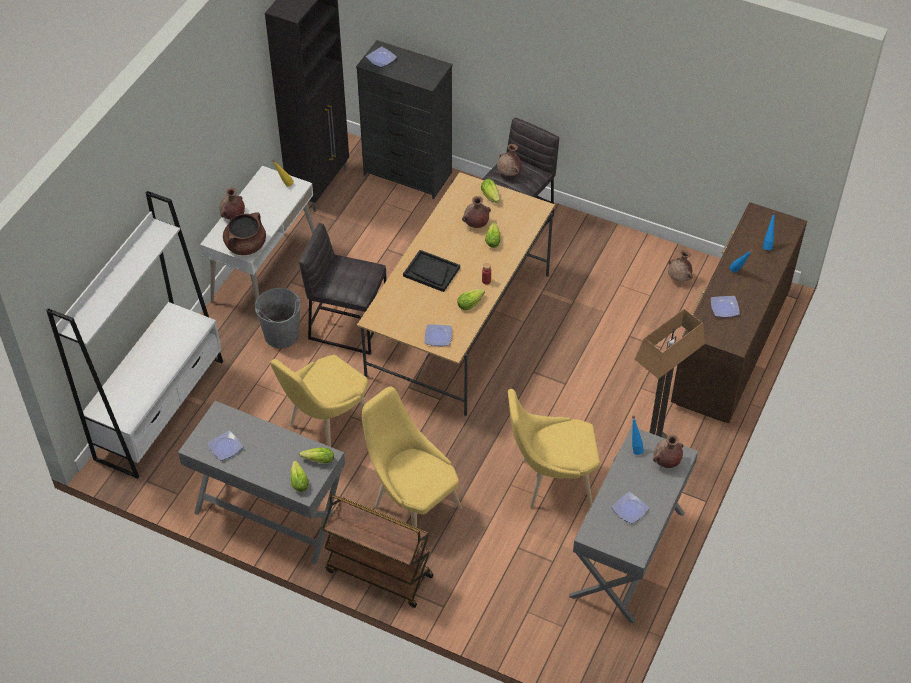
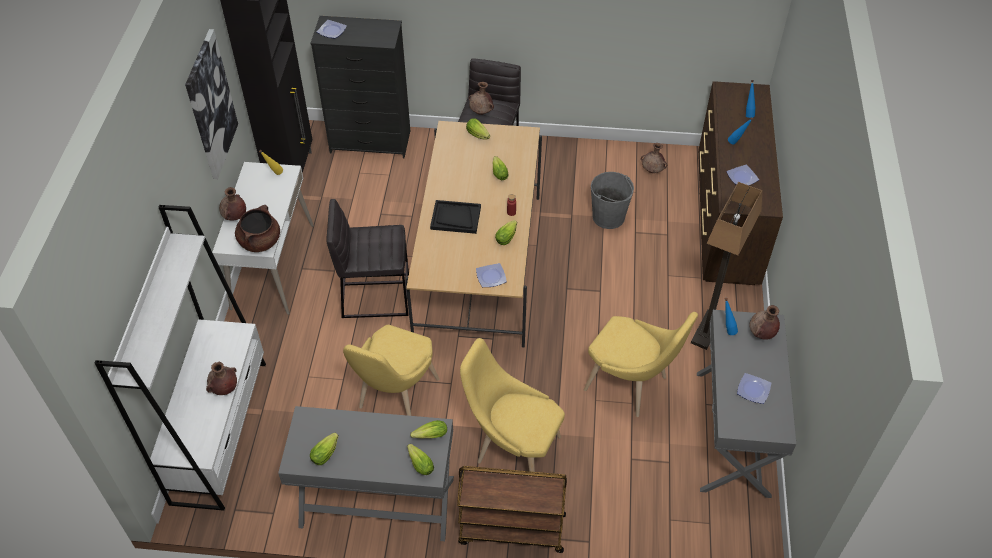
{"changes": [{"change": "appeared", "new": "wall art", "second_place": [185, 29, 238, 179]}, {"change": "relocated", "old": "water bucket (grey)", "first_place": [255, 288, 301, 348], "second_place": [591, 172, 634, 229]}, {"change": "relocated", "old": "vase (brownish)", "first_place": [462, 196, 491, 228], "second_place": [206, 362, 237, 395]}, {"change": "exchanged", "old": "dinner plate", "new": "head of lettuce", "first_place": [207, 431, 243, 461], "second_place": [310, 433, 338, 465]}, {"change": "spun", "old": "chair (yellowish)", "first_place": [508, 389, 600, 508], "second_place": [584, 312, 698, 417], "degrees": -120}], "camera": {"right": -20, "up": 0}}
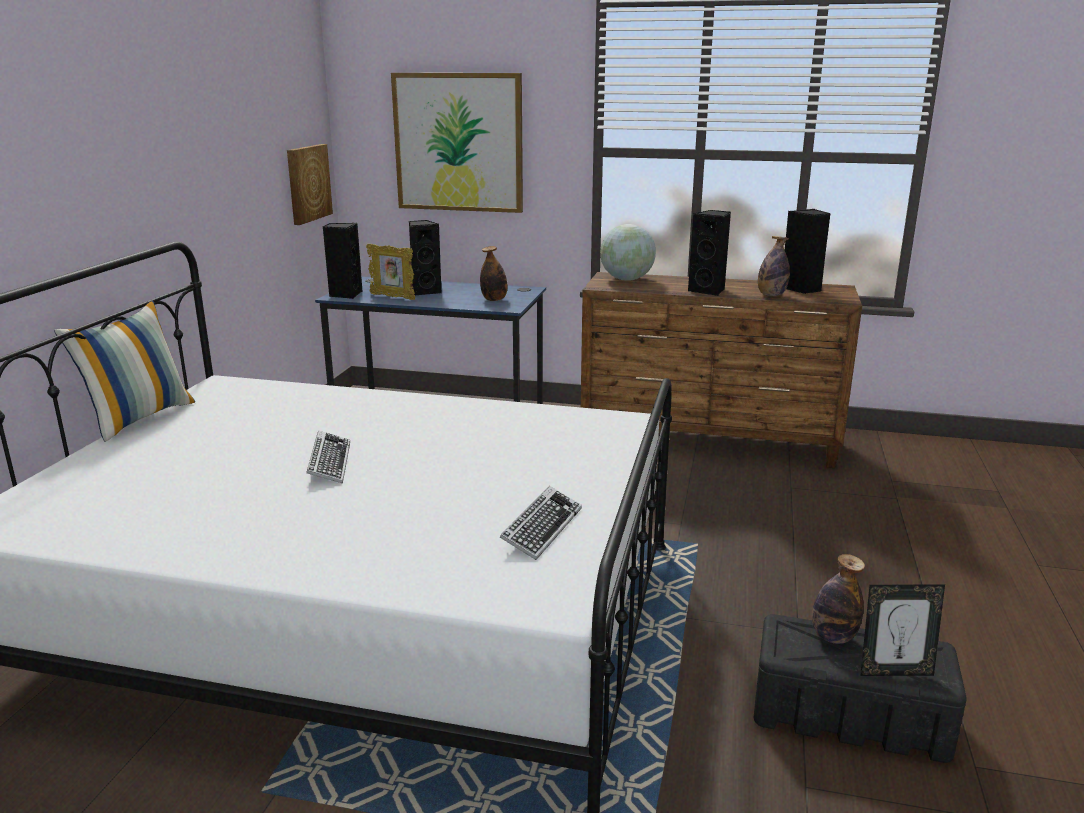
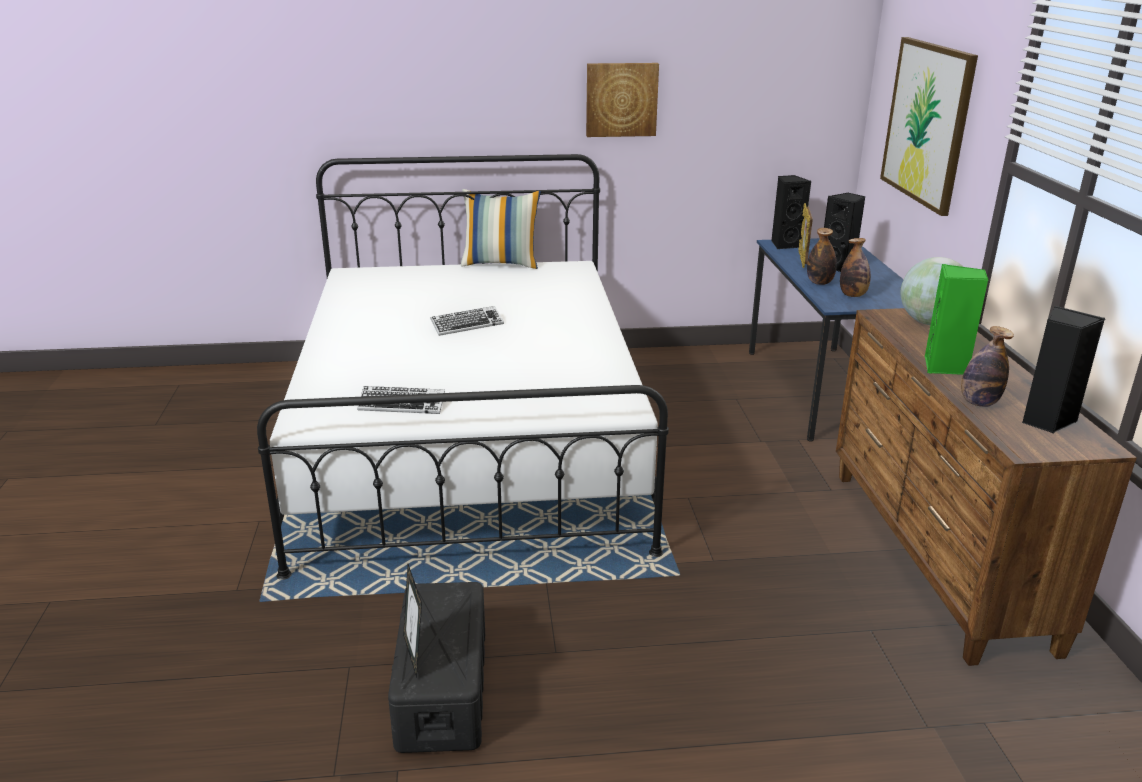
{"changes": [{"change": "relocated", "old": "wall art", "first_place": [287, 144, 333, 225], "second_place": [586, 63, 659, 137]}, {"change": "relocated", "old": "drink bottle", "first_place": [812, 554, 865, 644], "second_place": [807, 228, 837, 285]}, {"change": "colour", "old": "loudspeaker (blackish)", "new": "loudspeaker (greenish)", "first_place": [688, 210, 731, 296], "second_place": [925, 264, 988, 375]}], "camera": {"right": 70, "up": 5}}
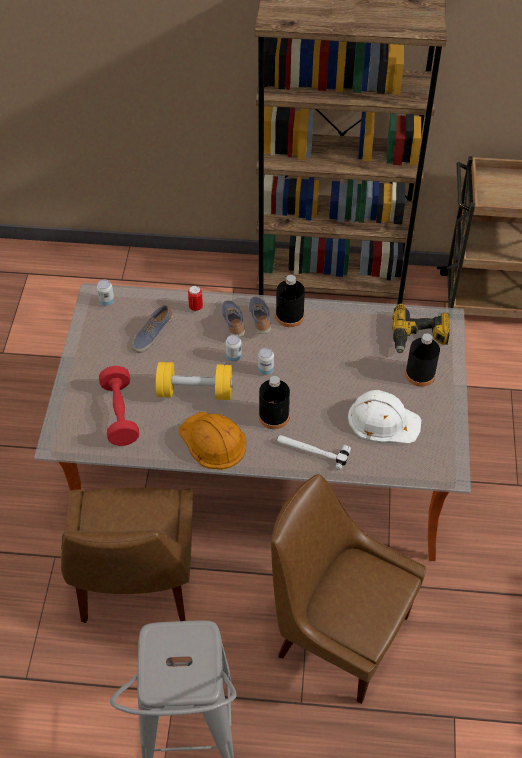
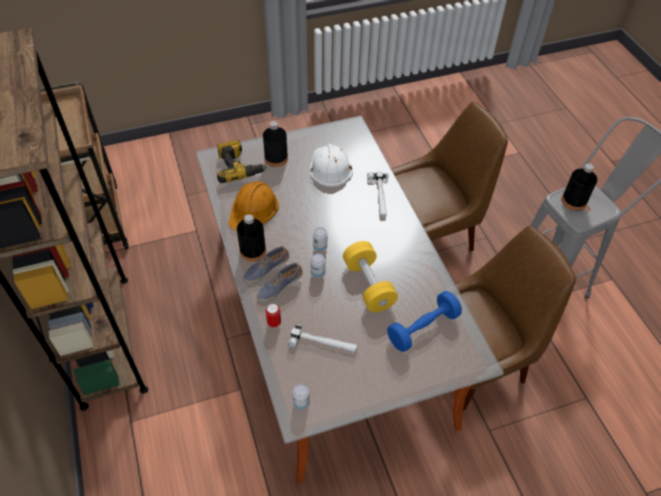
{"changes": [{"change": "relocated", "old": "work helmet (orange)", "first_place": [179, 412, 246, 469], "second_place": [228, 181, 279, 231]}, {"change": "relocated", "old": "drink bottle (blackish)", "first_place": [259, 376, 290, 429], "second_place": [561, 164, 598, 211]}, {"change": "exchanged", "old": "low shoe", "new": "tool hammer", "first_place": [132, 305, 173, 353], "second_place": [288, 324, 358, 352]}, {"change": "colour", "old": "dumbbell (red)", "new": "dumbbell (bluish)", "first_place": [99, 366, 139, 446], "second_place": [387, 291, 462, 352]}, {"change": "spun", "old": "chair (brownish)", "first_place": [271, 474, 426, 704], "second_place": [391, 102, 508, 251], "degrees": -120}], "camera": {"right": -115, "up": 0}}
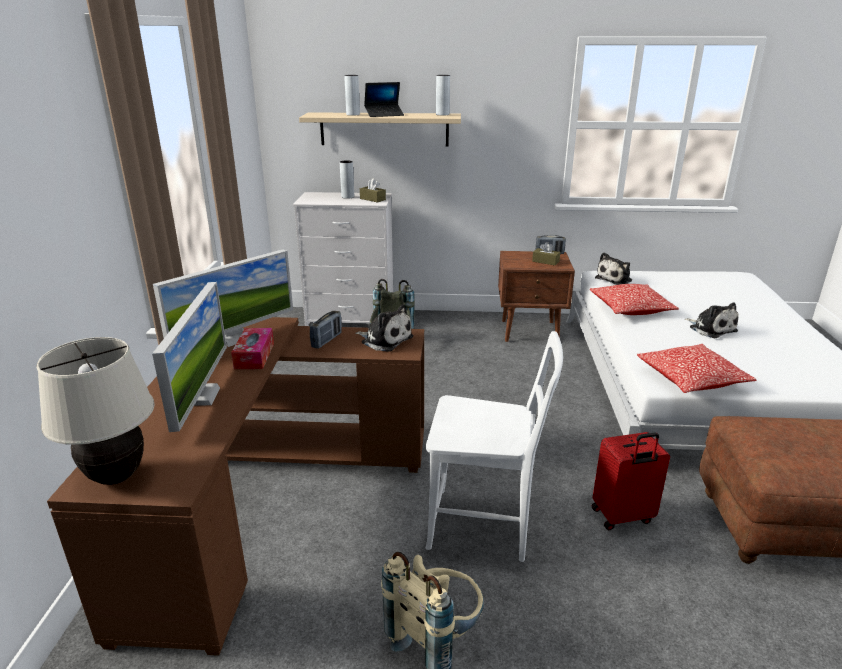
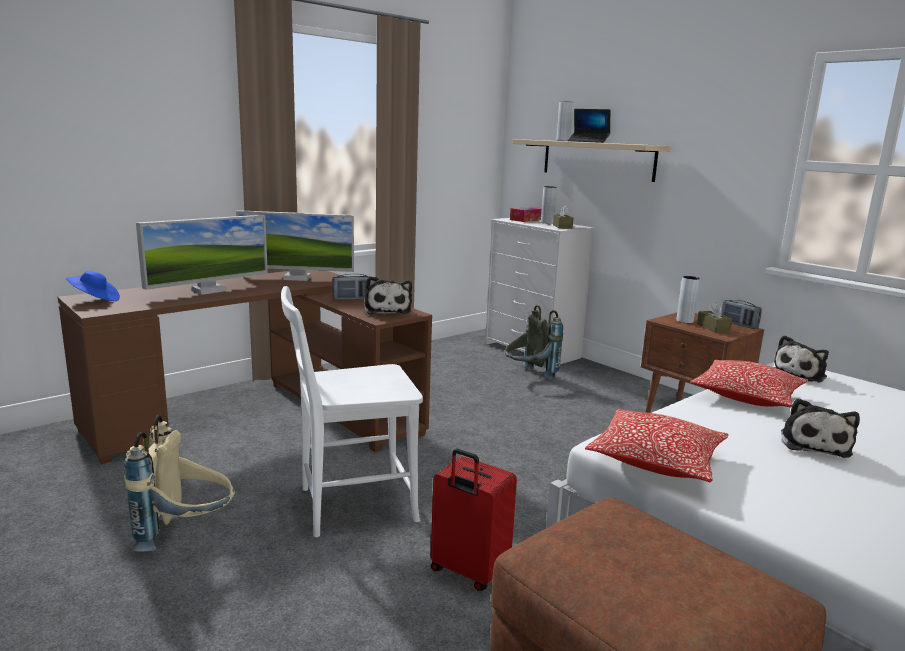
{"changes": [{"change": "relocated", "old": "tissue box", "first_place": [231, 328, 274, 369], "second_place": [510, 207, 542, 222]}, {"change": "relocated", "old": "vase (grey)", "first_place": [436, 75, 450, 115], "second_place": [676, 276, 700, 323]}, {"change": "exchanged", "old": "lamp for a table (beige-coloured)", "new": "wearable hat (bluish)", "first_place": [37, 337, 155, 485], "second_place": [66, 271, 120, 301]}, {"change": "spun", "old": "chair (white)", "first_place": [426, 331, 563, 562], "second_place": [281, 286, 423, 537], "degrees": 105}, {"change": "spun", "old": "plush toy", "first_place": [595, 253, 632, 285], "second_place": [774, 335, 829, 382], "degrees": -45}], "camera": {"right": 45, "up": -10}}
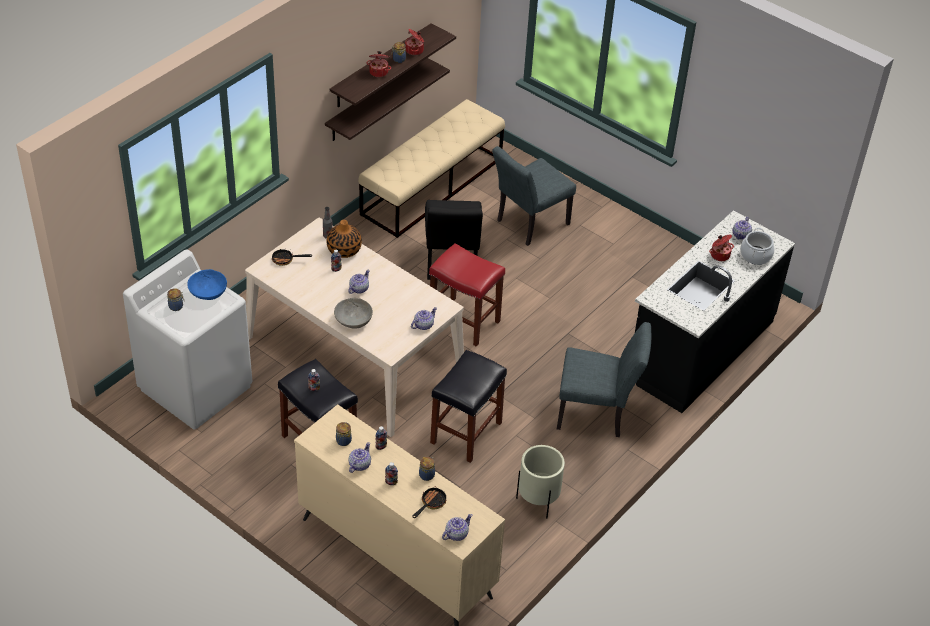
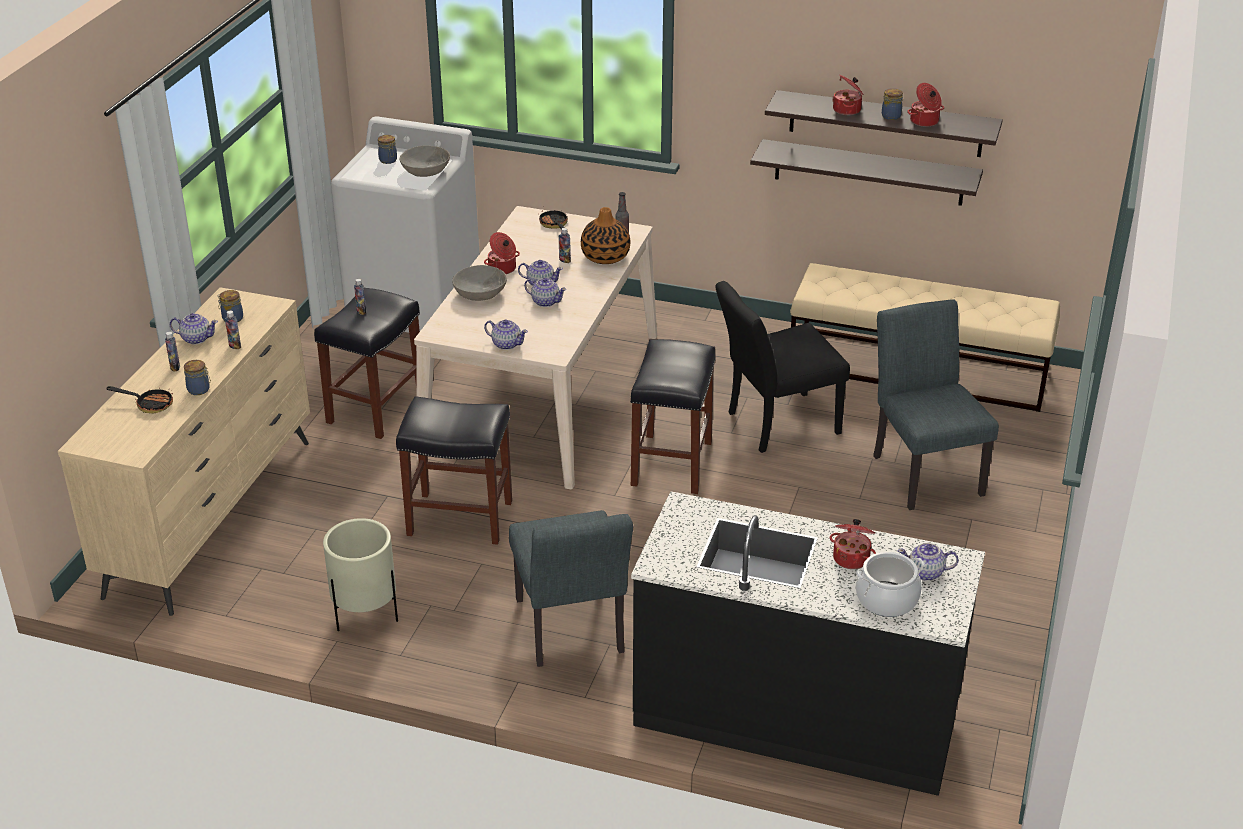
{"changes": [{"change": "appeared", "new": "cooking pot", "second_place": [484, 232, 520, 274]}, {"change": "relocated", "old": "tea pot", "first_place": [442, 514, 472, 541], "second_place": [524, 278, 566, 307]}, {"change": "colour", "old": "bowl (bluish)", "new": "bowl (grey)", "first_place": [187, 269, 227, 300], "second_place": [400, 145, 450, 177]}, {"change": "colour", "old": "sitting stool (red)", "new": "sitting stool (blackish)", "first_place": [429, 243, 505, 347], "second_place": [630, 339, 716, 494]}, {"change": "spun", "old": "chair (grey)", "first_place": [492, 146, 576, 246], "second_place": [873, 299, 999, 510], "degrees": 45}], "camera": {"right": 70, "up": -10}}
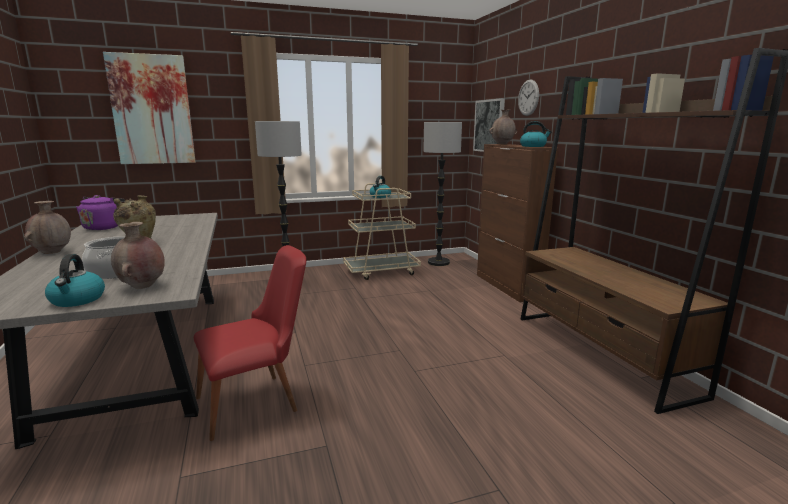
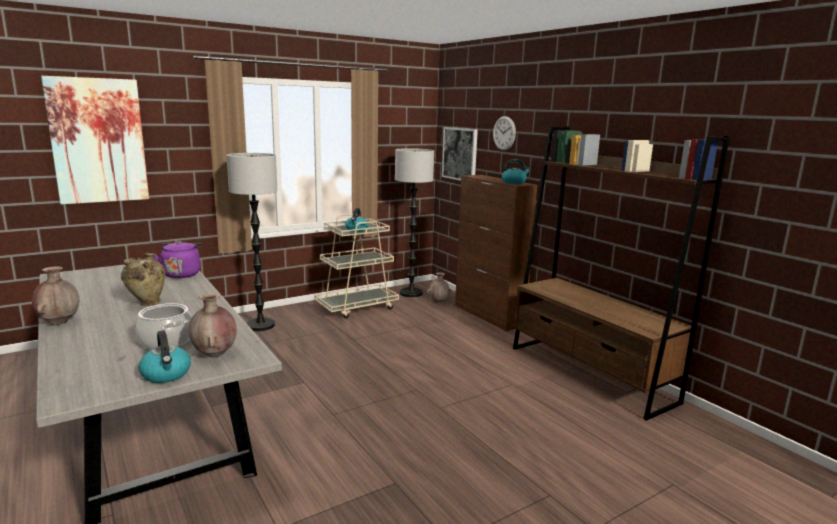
{"changes": [{"change": "missing", "old": "chair (red)", "first_place": [194, 245, 306, 441]}, {"change": "relocated", "old": "tea kettle (purplish)", "first_place": [76, 195, 125, 230], "second_place": [154, 241, 202, 278]}, {"change": "relocated", "old": "vase (brownish)", "first_place": [489, 110, 517, 145], "second_place": [427, 272, 451, 303]}], "camera": {"right": -15, "up": 0}}
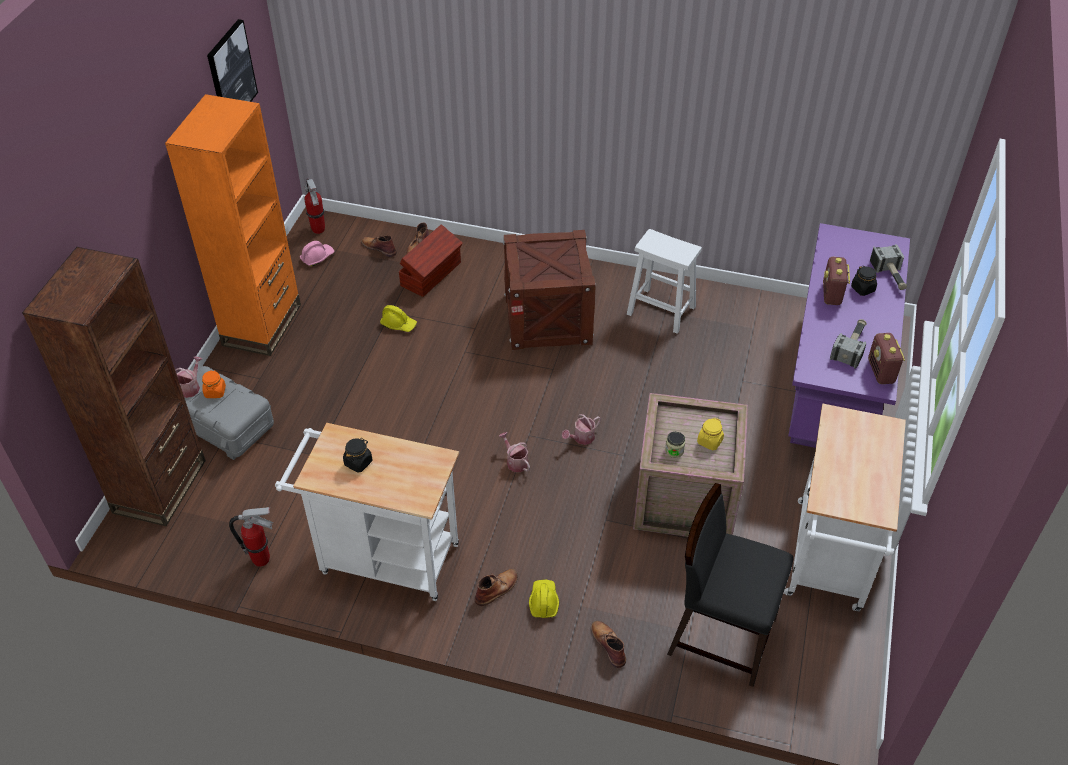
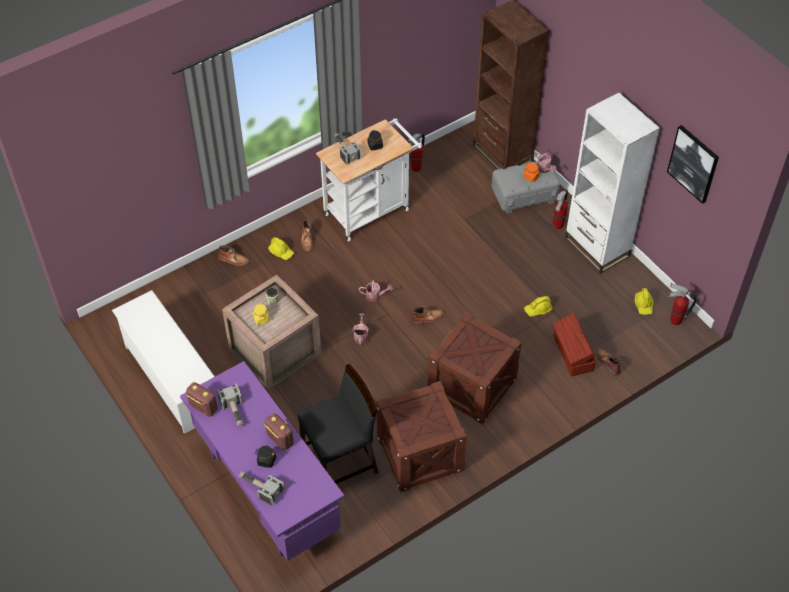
{"changes": [{"change": "appeared", "new": "tool hammer", "second_place": [334, 133, 362, 165]}, {"change": "appeared", "new": "fire extinguisher", "second_place": [553, 190, 568, 229]}, {"change": "relocated", "old": "boot (brownish)", "first_place": [361, 235, 397, 257], "second_place": [411, 306, 444, 324]}, {"change": "relocated", "old": "chair (blackish)", "first_place": [667, 483, 793, 687], "second_place": [298, 364, 378, 484]}, {"change": "exchanged", "old": "sitting stool (white)", "new": "crate", "first_place": [627, 229, 702, 334], "second_place": [376, 381, 467, 492]}, {"change": "exchanged", "old": "trolley (white)", "new": "shoe shelf (white)", "first_place": [784, 403, 906, 611], "second_place": [112, 290, 215, 434]}, {"change": "colour", "old": "shelving unit (orange)", "new": "shelving unit (white)", "first_place": [165, 94, 301, 356], "second_place": [565, 93, 660, 274]}, {"change": "colour", "old": "work helmet (pink-coloured)", "new": "work helmet (yellowish)", "first_place": [300, 241, 334, 267], "second_place": [634, 288, 654, 315]}], "camera": {"right": 130, "up": 5}}
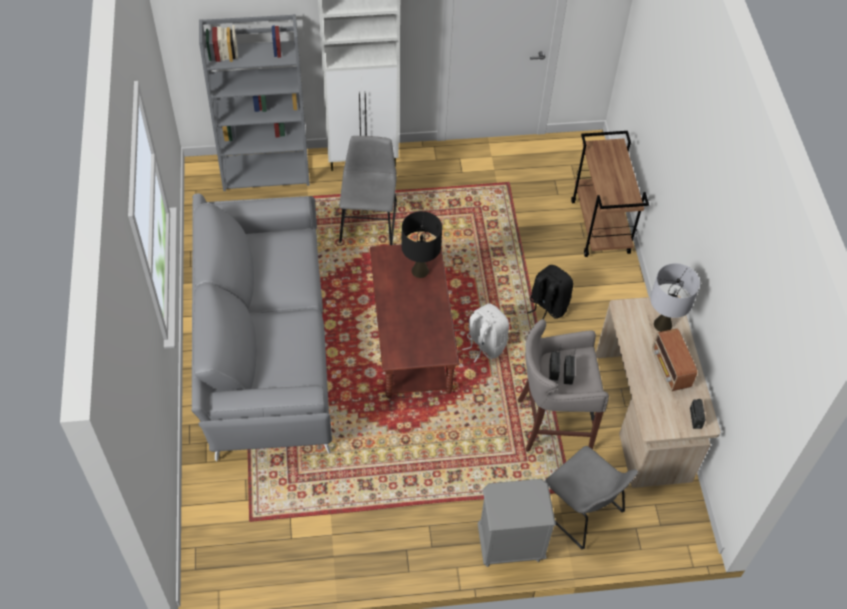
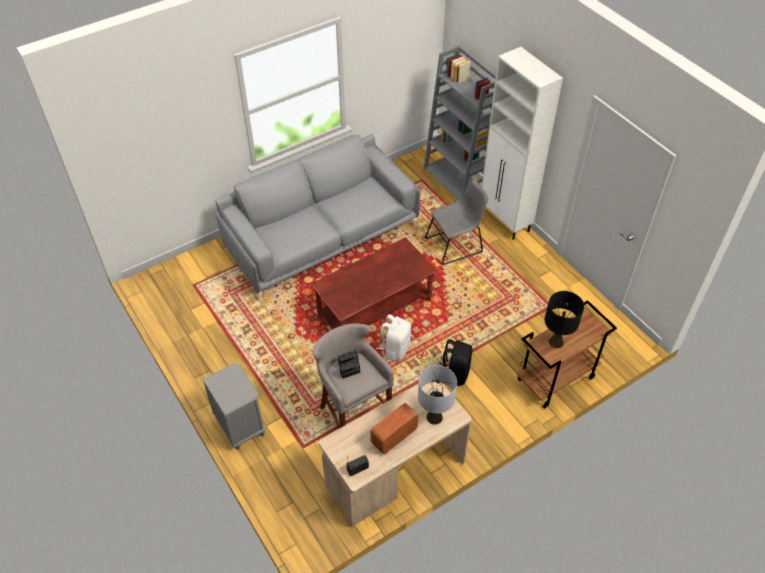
{"changes": [{"change": "missing", "old": "chair (grey)", "first_place": [545, 446, 638, 549]}, {"change": "relocated", "old": "lamp for a table (blackish)", "first_place": [401, 211, 442, 278], "second_place": [545, 291, 584, 348]}], "camera": {"right": 65, "up": -5}}
